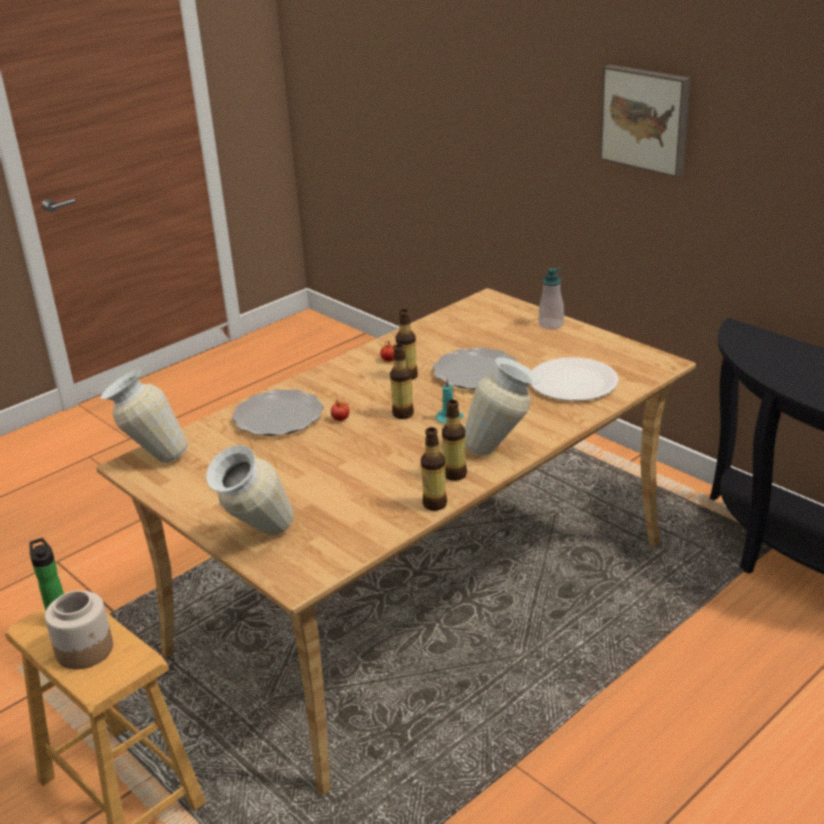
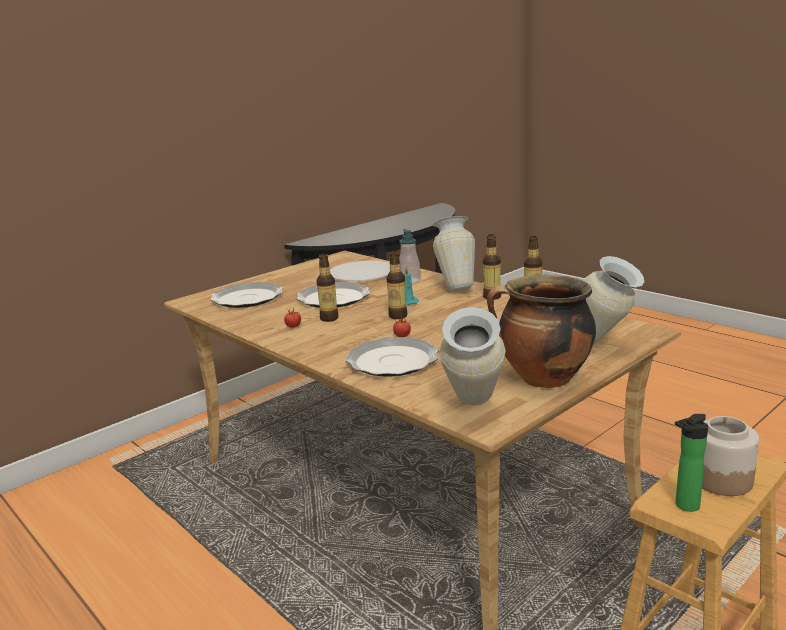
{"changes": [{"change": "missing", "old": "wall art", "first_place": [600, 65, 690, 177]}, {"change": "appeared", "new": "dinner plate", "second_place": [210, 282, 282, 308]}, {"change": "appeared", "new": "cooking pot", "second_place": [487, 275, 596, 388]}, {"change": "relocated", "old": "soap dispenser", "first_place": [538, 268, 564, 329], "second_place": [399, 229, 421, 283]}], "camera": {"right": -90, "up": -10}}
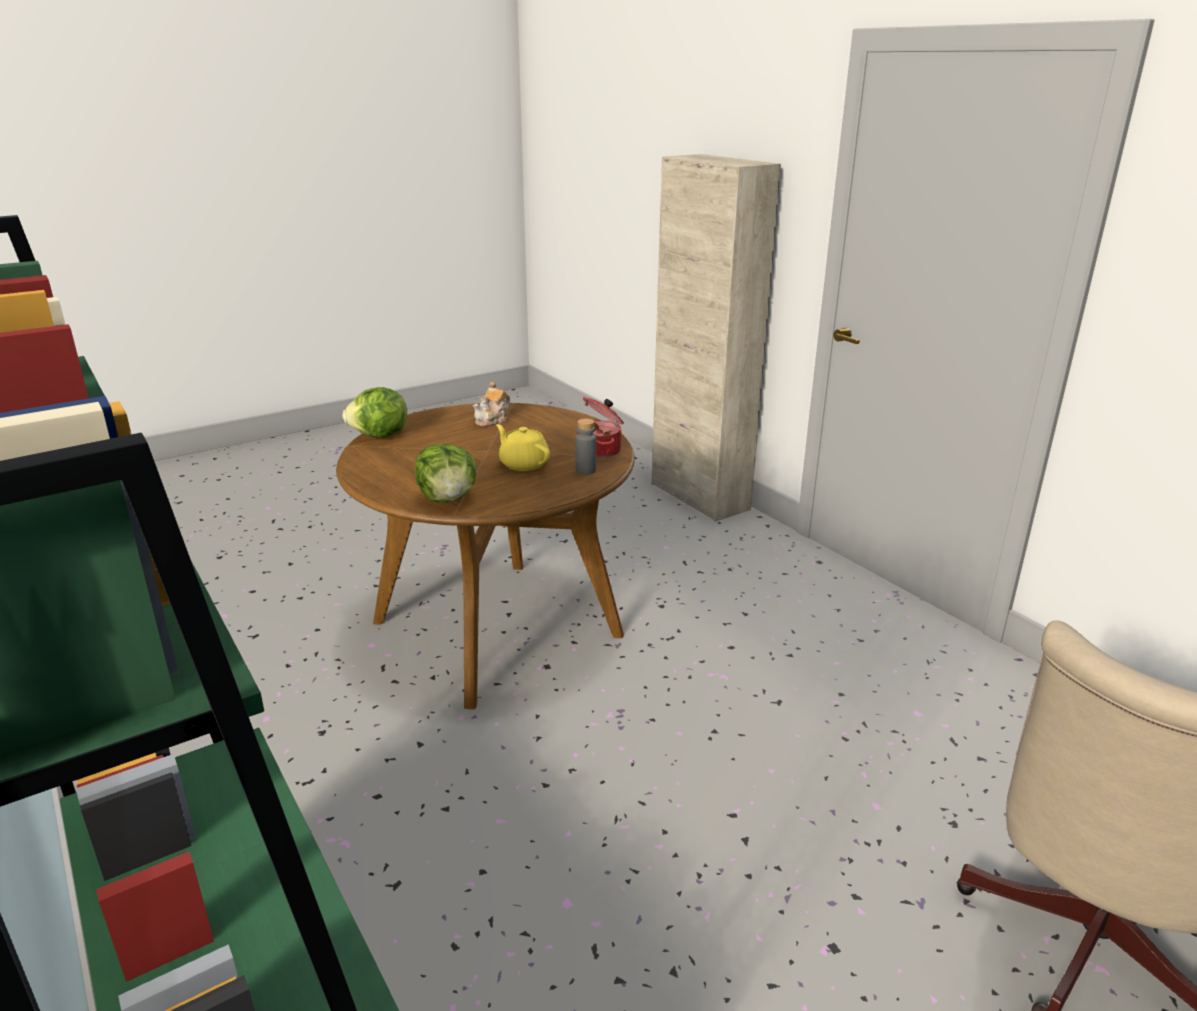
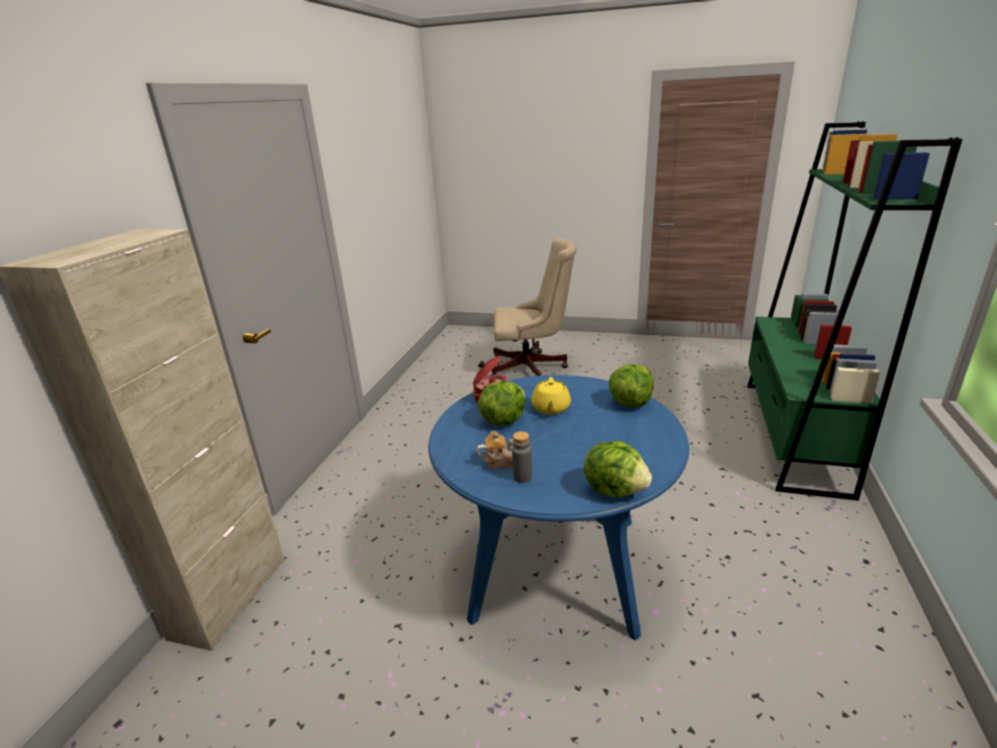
{"changes": [{"change": "appeared", "new": "head of lettuce", "second_place": [478, 381, 525, 426]}, {"change": "relocated", "old": "drink bottle (grey)", "first_place": [575, 419, 596, 475], "second_place": [512, 431, 532, 483]}, {"change": "colour", "old": "kitchen table (brownish)", "new": "kitchen table (bluish)", "first_place": [336, 403, 635, 709], "second_place": [428, 375, 689, 640]}], "camera": {"right": -130, "up": 0}}
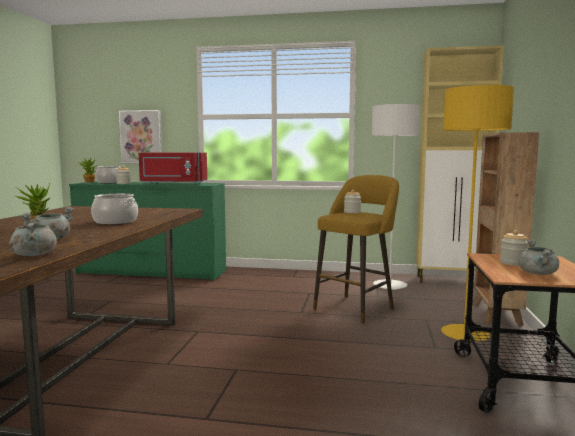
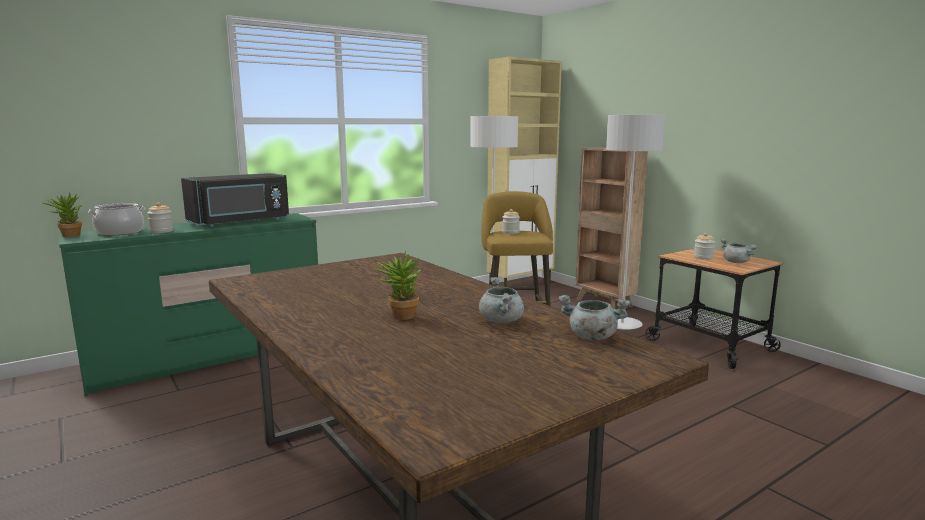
{"changes": [{"change": "missing", "old": "cooking pot", "first_place": [91, 194, 138, 225]}, {"change": "missing", "old": "wall art", "first_place": [119, 110, 162, 163]}, {"change": "colour", "old": "microwave oven (red)", "new": "microwave oven (blackish)", "first_place": [139, 153, 207, 184], "second_place": [181, 173, 289, 227]}, {"change": "colour", "old": "standard lamp (yellowish)", "new": "standard lamp (grey)", "first_place": [441, 85, 514, 342], "second_place": [606, 115, 665, 330]}], "camera": {"right": -45, "up": 5}}
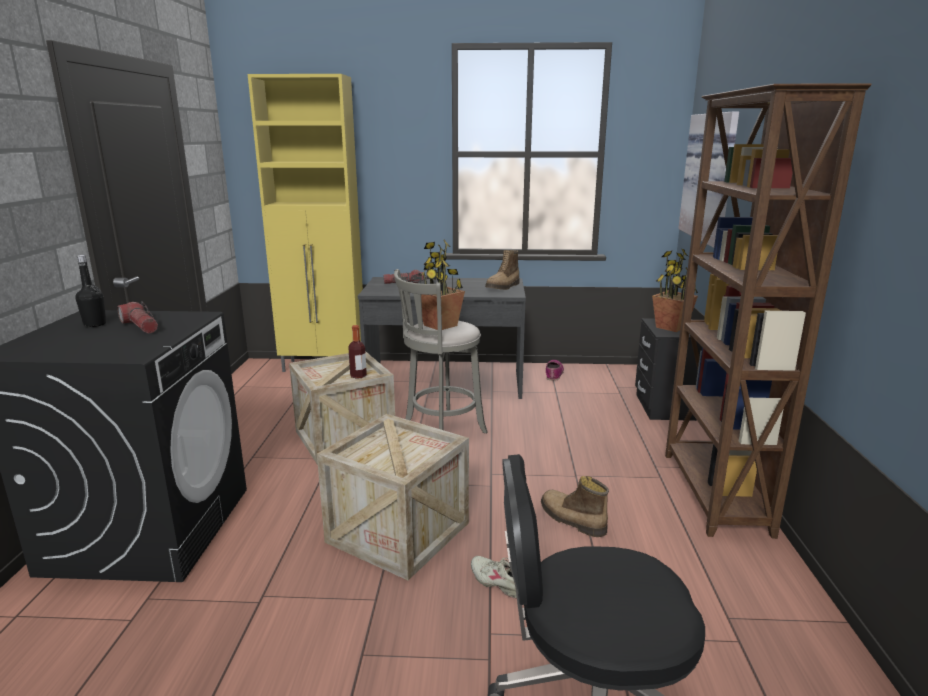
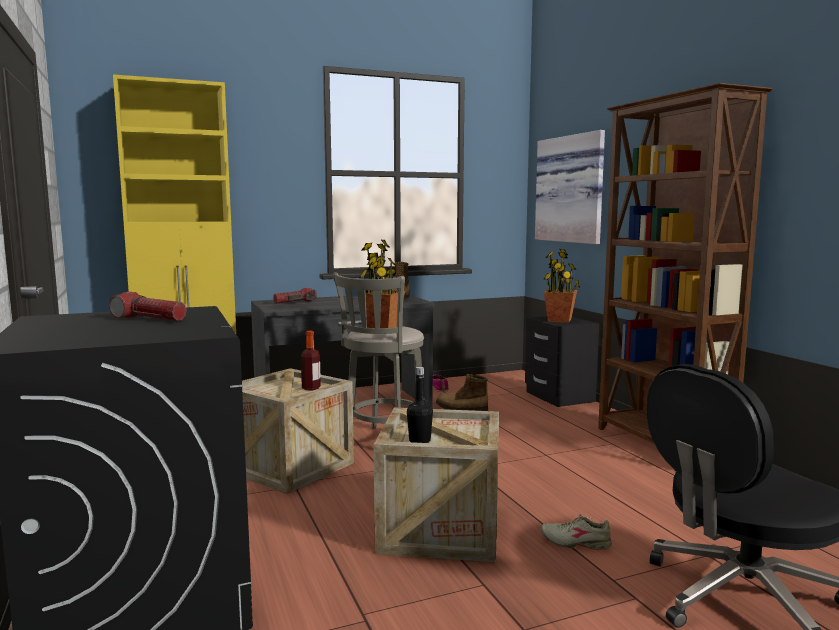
{"changes": [{"change": "relocated", "old": "drink bottle (blackish)", "first_place": [75, 255, 106, 327], "second_place": [407, 367, 433, 443]}, {"change": "relocated", "old": "boot", "first_place": [541, 476, 609, 537], "second_place": [436, 374, 488, 411]}], "camera": {"right": -25, "up": -10}}
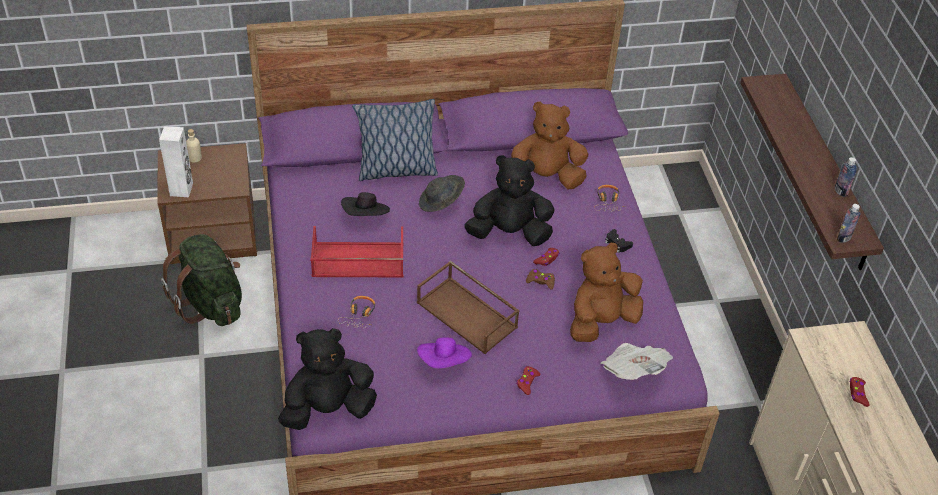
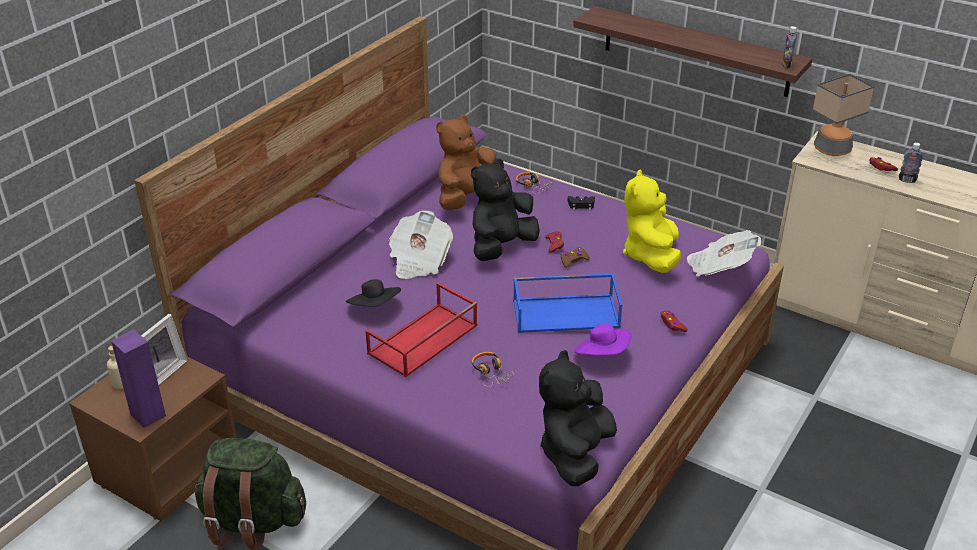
{"changes": [{"change": "missing", "old": "cushion", "first_place": [352, 99, 438, 181]}, {"change": "appeared", "new": "picture frame", "second_place": [141, 314, 187, 385]}, {"change": "appeared", "new": "lamp for a table", "second_place": [812, 74, 874, 156]}, {"change": "relocated", "old": "drink bottle", "first_place": [835, 157, 857, 197], "second_place": [899, 143, 923, 183]}, {"change": "exchanged", "old": "wearable hat (grey)", "new": "daily paper", "first_place": [419, 175, 465, 212], "second_place": [388, 210, 453, 279]}, {"change": "colour", "old": "loudspeaker (white)", "new": "loudspeaker (purplish)", "first_place": [159, 126, 193, 197], "second_place": [111, 329, 166, 428]}, {"change": "colour", "old": "carrying tray (brownish)", "new": "carrying tray (bluish)", "first_place": [417, 261, 520, 354], "second_place": [513, 273, 622, 333]}, {"change": "colour", "old": "plush toy (brownish)", "new": "plush toy (yellowish)", "first_place": [570, 243, 643, 342], "second_place": [623, 169, 681, 273]}], "camera": {"right": -45, "up": -10}}
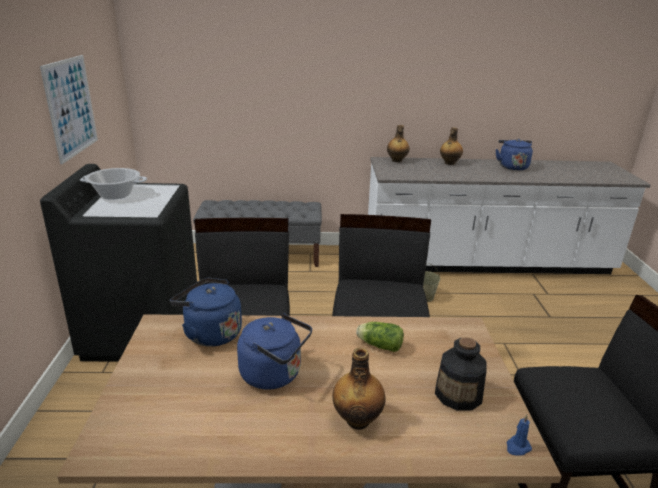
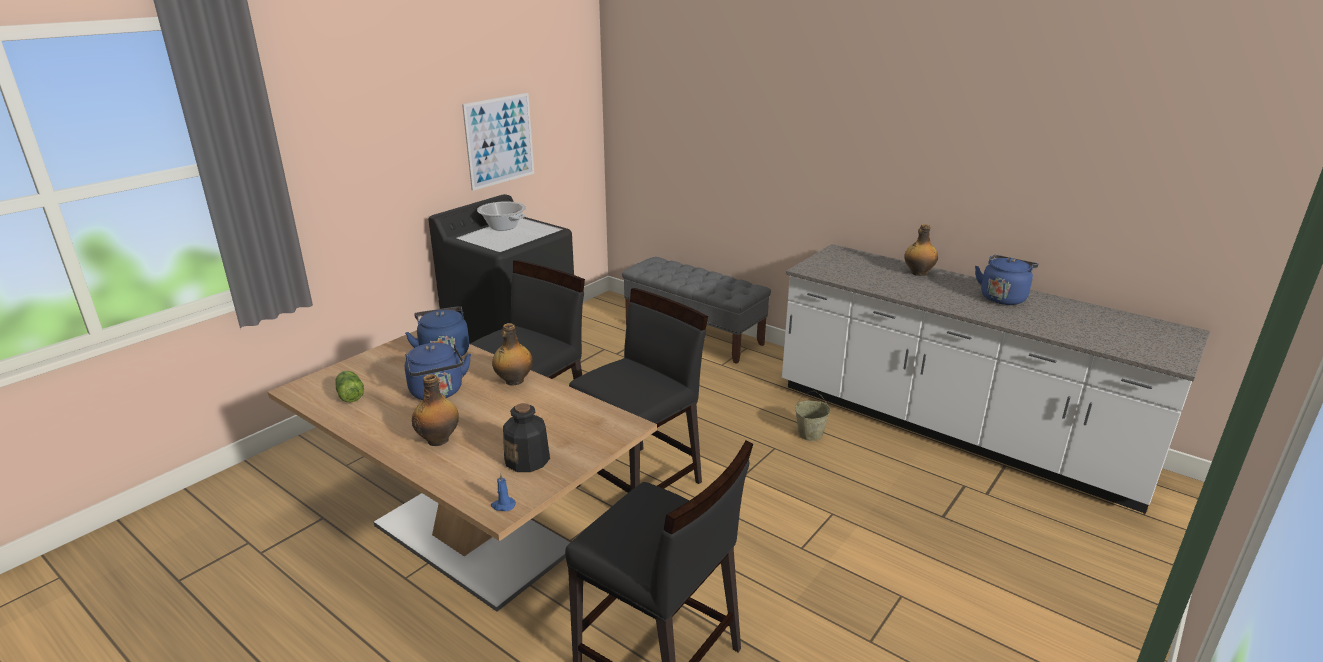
{"changes": [{"change": "relocated", "old": "head of lettuce", "first_place": [356, 322, 404, 352], "second_place": [335, 371, 364, 402]}, {"change": "relocated", "old": "drink bottle", "first_place": [387, 125, 409, 162], "second_place": [492, 323, 533, 386]}], "camera": {"right": 40, "up": 0}}
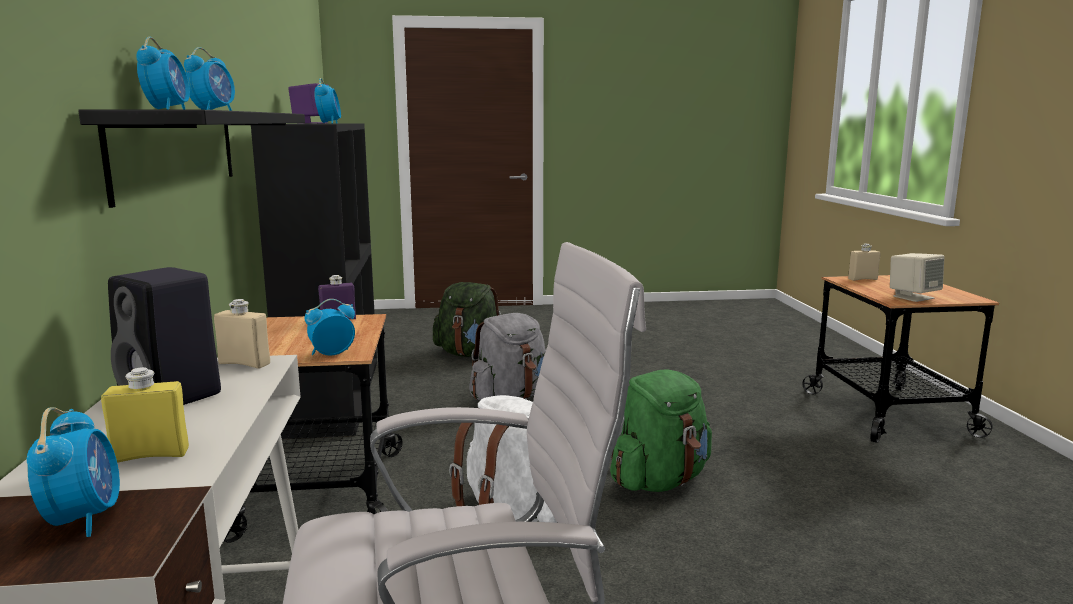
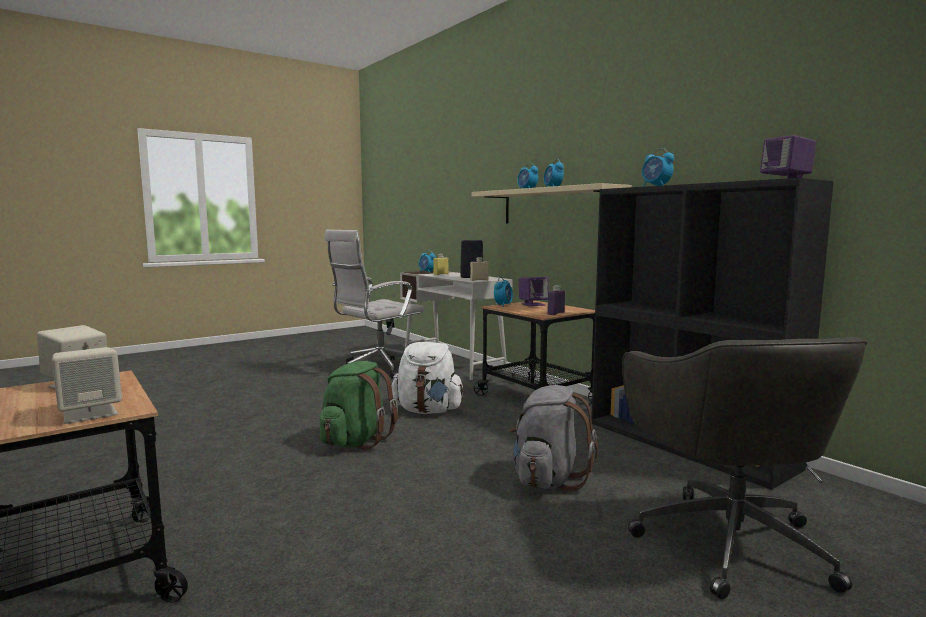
{"changes": [{"change": "appeared", "new": "loudspeaker (purplish)", "second_place": [519, 277, 549, 306]}, {"change": "exchanged", "old": "backpack (greenish)", "new": "computer chair (grey)", "first_place": [433, 282, 501, 357], "second_place": [622, 337, 867, 599]}, {"change": "exchanged", "old": "drink bottle (beige-coloured)", "new": "loudspeaker (beige-coloured)", "first_place": [848, 244, 881, 281], "second_place": [52, 347, 122, 424]}, {"change": "colour", "old": "bracket shelf (blackish)", "new": "bracket shelf (beige-coloured)", "first_place": [78, 109, 305, 208], "second_place": [471, 183, 632, 224]}], "camera": {"right": 150, "up": -5}}
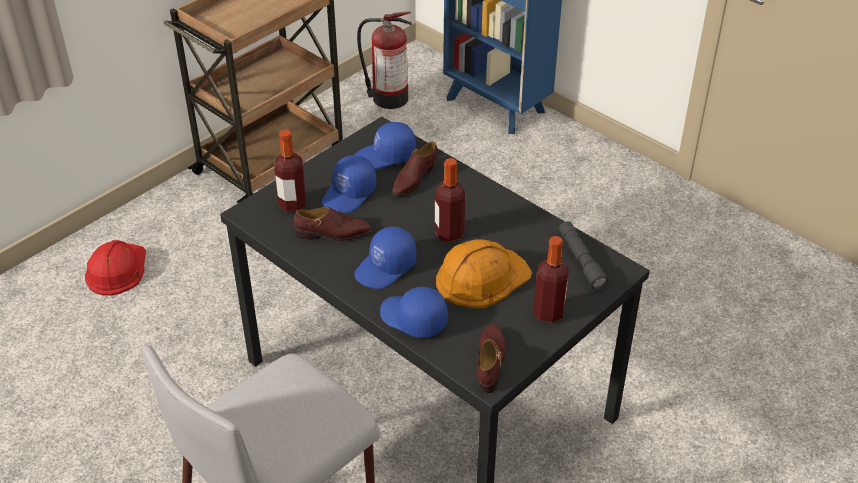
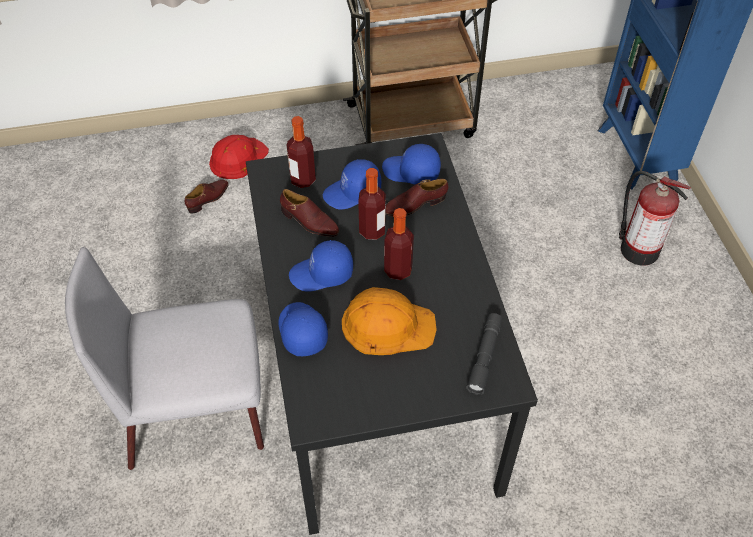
{"changes": [{"change": "relocated", "old": "fire extinguisher", "first_place": [357, 11, 412, 109], "second_place": [619, 171, 691, 266]}, {"change": "relocated", "old": "low shoe (brownish)", "first_place": [477, 324, 506, 393], "second_place": [185, 180, 229, 214]}, {"change": "relocated", "old": "drink bottle", "first_place": [533, 236, 569, 323], "second_place": [358, 168, 386, 240]}], "camera": {"right": 35, "up": 10}}
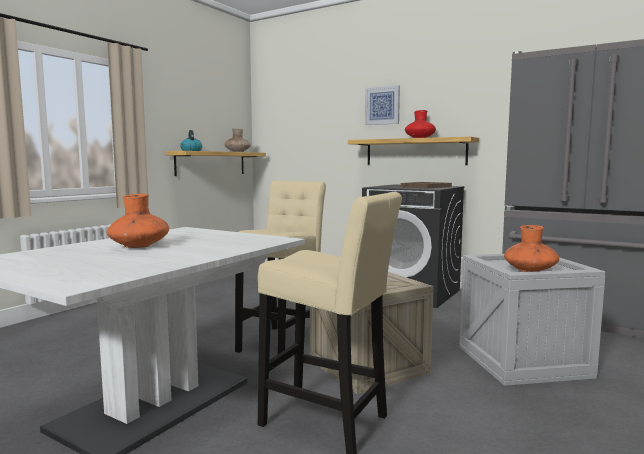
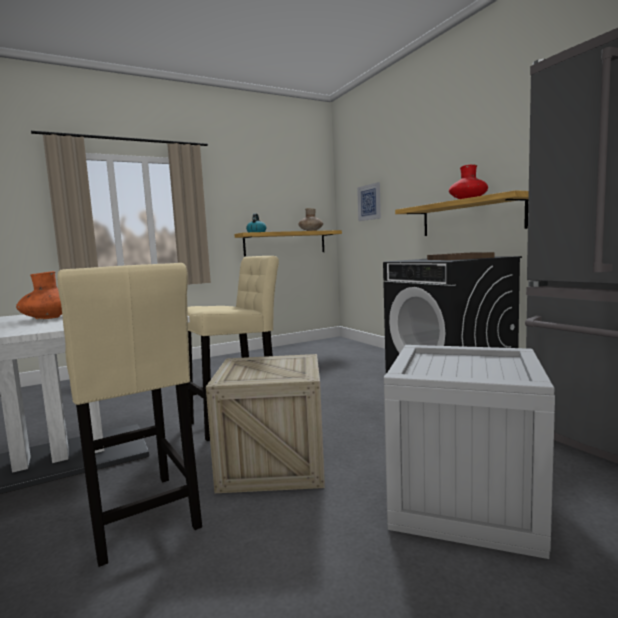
{"changes": [{"change": "missing", "old": "vase (orange)", "first_place": [504, 225, 559, 272]}, {"change": "relocated", "old": "wall art", "first_place": [365, 85, 400, 125], "second_place": [357, 182, 381, 221]}], "camera": {"right": 30, "up": 0}}
